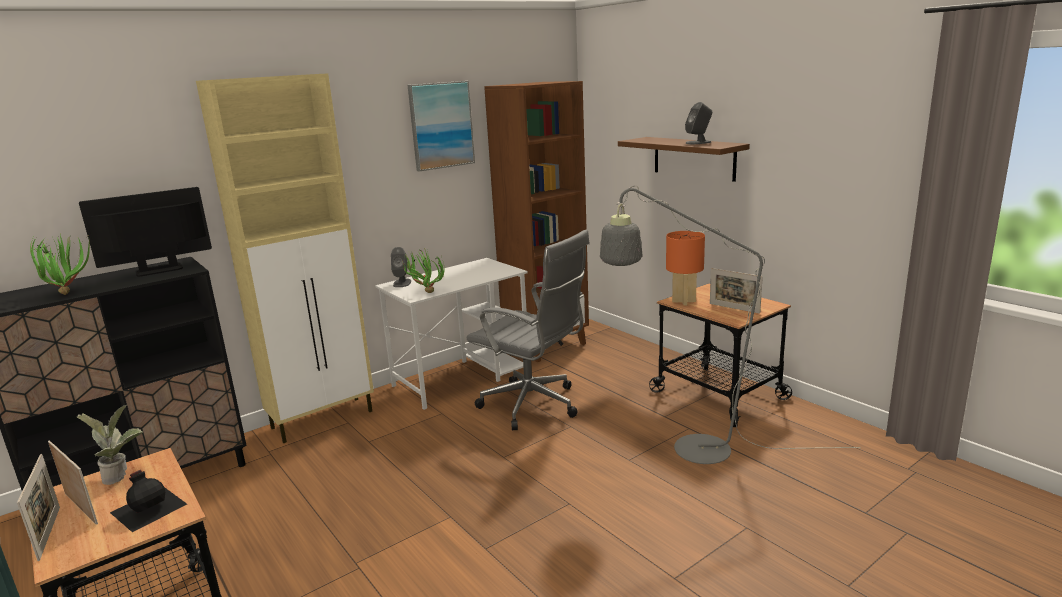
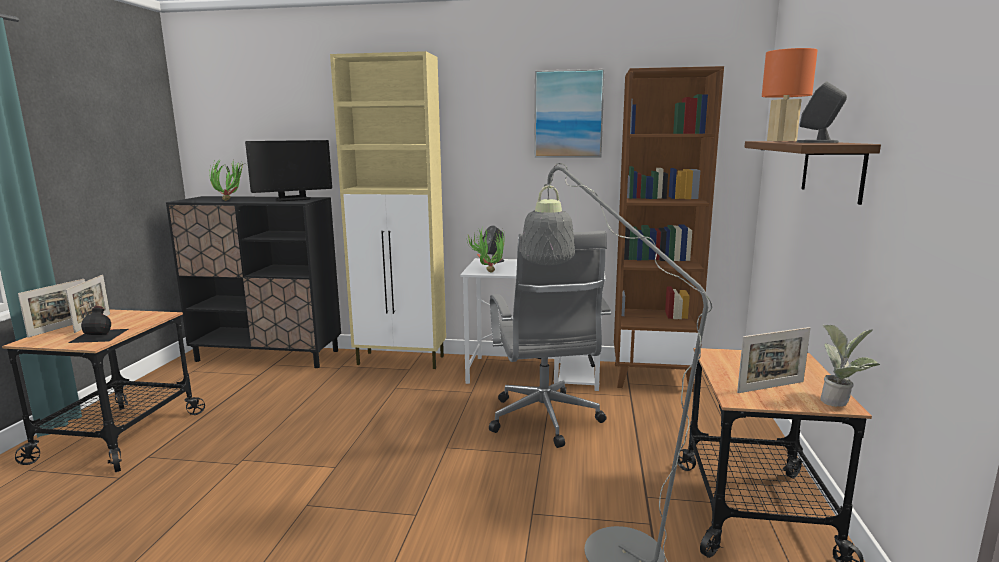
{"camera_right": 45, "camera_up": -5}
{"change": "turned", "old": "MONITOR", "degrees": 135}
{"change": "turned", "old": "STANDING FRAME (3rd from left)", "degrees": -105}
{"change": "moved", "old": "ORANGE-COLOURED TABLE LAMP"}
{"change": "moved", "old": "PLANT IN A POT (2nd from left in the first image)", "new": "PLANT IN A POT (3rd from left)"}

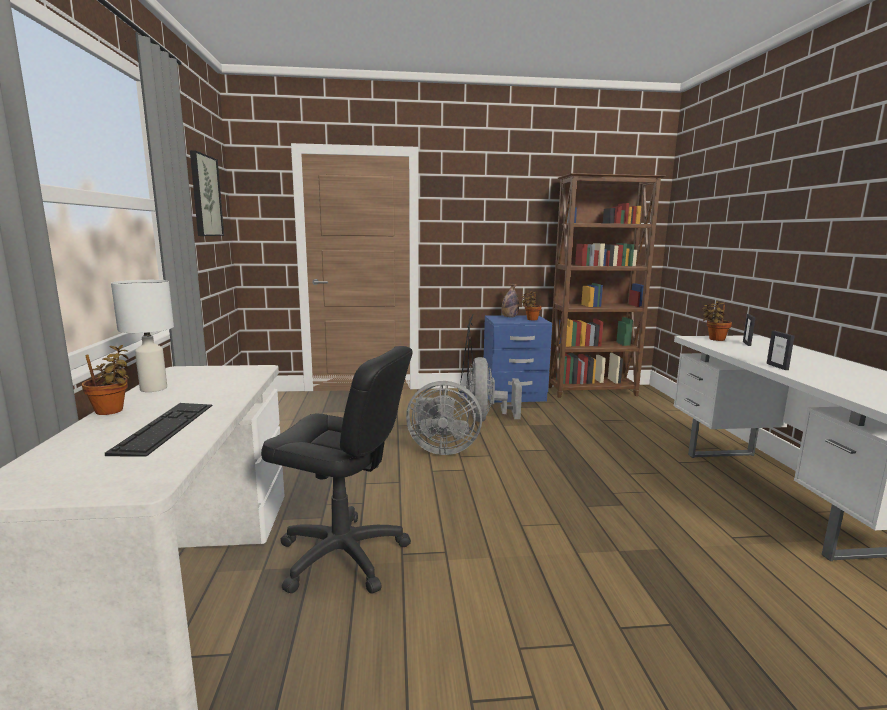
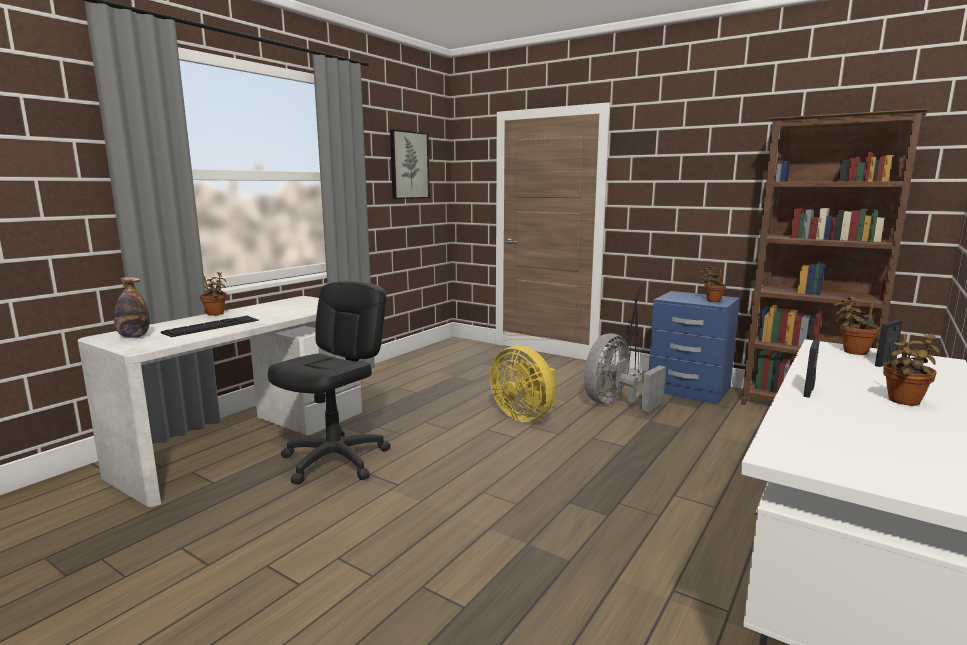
{"camera_right": 40, "camera_up": 0}
{"change": "moved", "old": "BOTTLE"}
{"change": "turned", "old": "BLACK COMPUTER CHAIR", "degrees": -120}
{"change": "recoloured", "old": "GREYISH FAN (1st from left)", "new": "YELLOW FAN"}
{"change": "added", "new": "PLANT IN A POT (4th from left)"}
{"change": "removed", "old": "WHITE TABLE LAMP"}

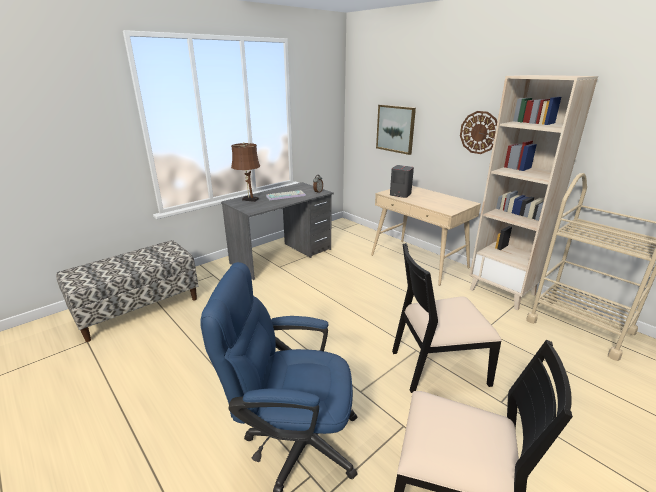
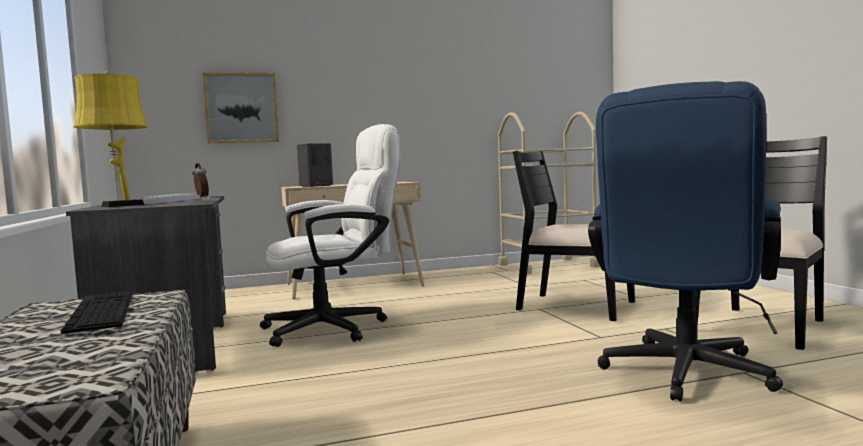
{"camera_right": -65, "camera_up": -20}
{"change": "added", "new": "COMPUTER KEYBOARD (1st from left)"}
{"change": "recoloured", "old": "BROWN TABLE LAMP", "new": "YELLOW TABLE LAMP"}
{"change": "added", "new": "WHITE COMPUTER CHAIR"}
{"change": "turned", "old": "BLACK UPRIGHT CHAIR (1st from left)", "degrees": 105}
{"change": "removed", "old": "CLOCK ON THE WALL"}
{"change": "removed", "old": "BEIGE-COLOURED BOOKSHELF"}

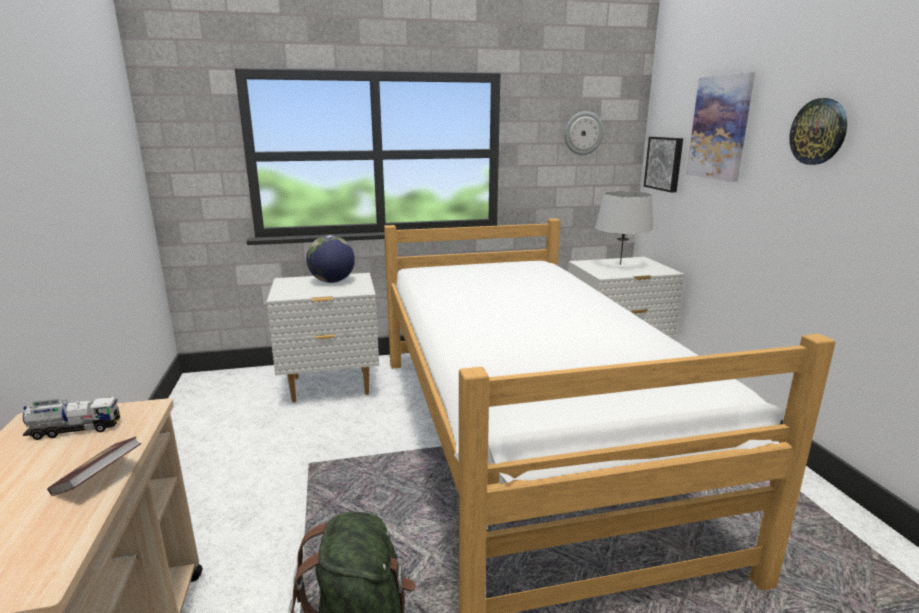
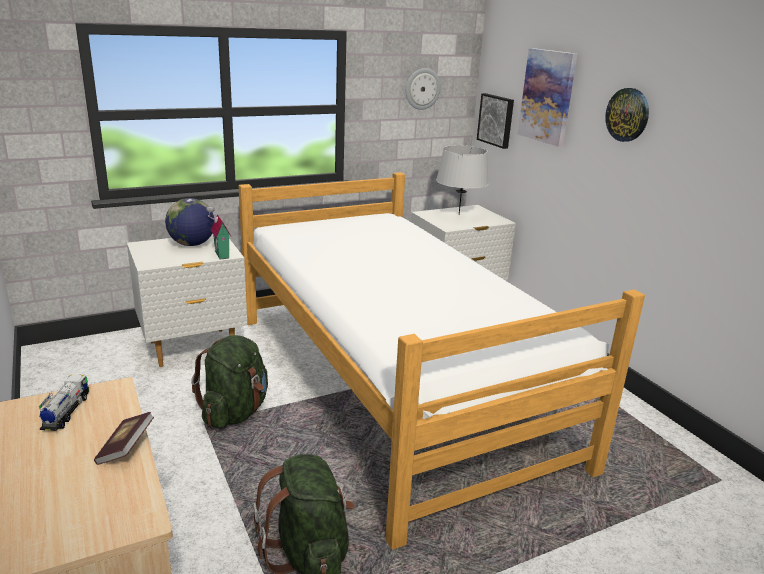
{"camera_right": -15, "camera_up": 5}
{"change": "turned", "old": "MODEL TRUCK", "degrees": -60}
{"change": "added", "new": "GREEN-COLOURED RUCKSACK (1st from left)"}
{"change": "added", "new": "MODEL HOUSE"}

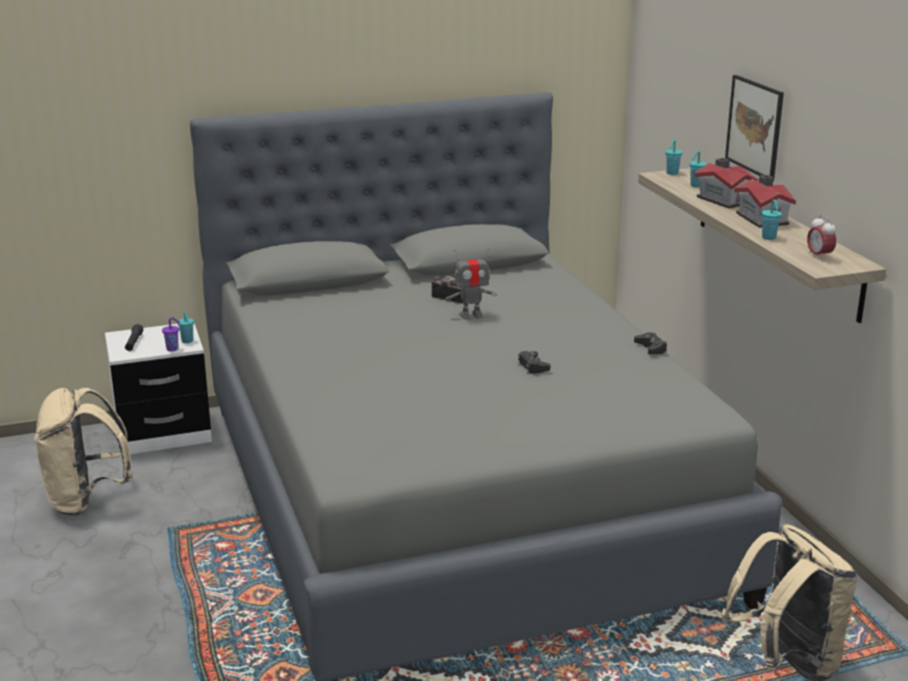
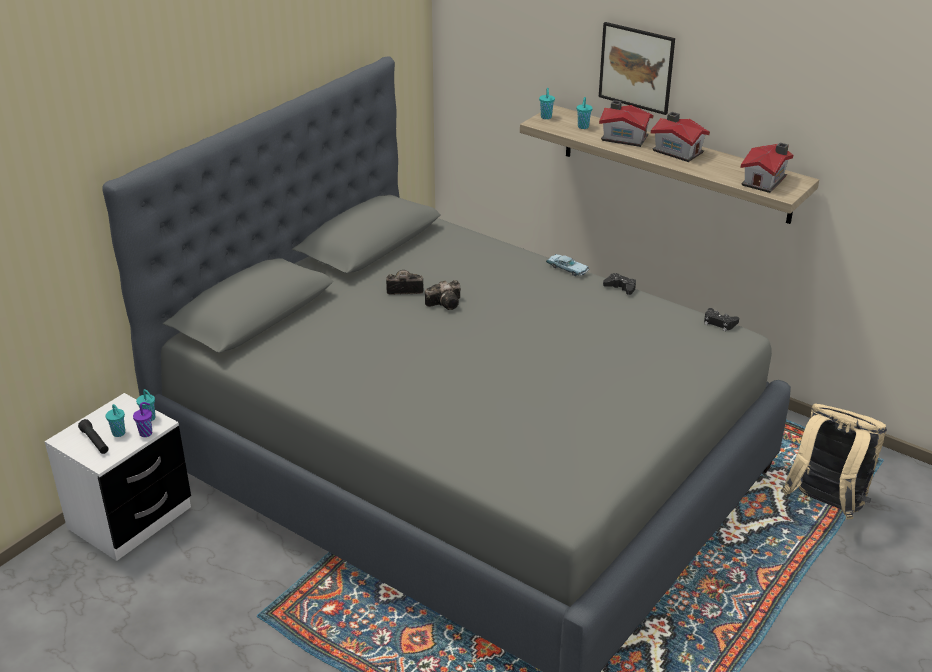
{"camera_right": -35, "camera_up": 10}
{"change": "moved", "old": "TURQUOISE-COLOURED DRINKING CUP (4th from left in the first image)", "new": "TURQUOISE-COLOURED DRINKING CUP (1st from left)"}
{"change": "replaced", "old": "ROBOT FIGURE", "new": "STILL CAMERA (2nd from left)"}
{"change": "added", "new": "BLUE MODEL CAR"}
{"change": "moved", "old": "BLACK GAME CONTROLLER (1st from left in the first image)", "new": "BLACK GAME CONTROLLER (2nd from left)"}
{"change": "replaced", "old": "TABLE CLOCK", "new": "MODEL HOUSE (3rd from left)"}
{"change": "removed", "old": "BEIGE-COLOURED RUCKSACK (1st from left)"}

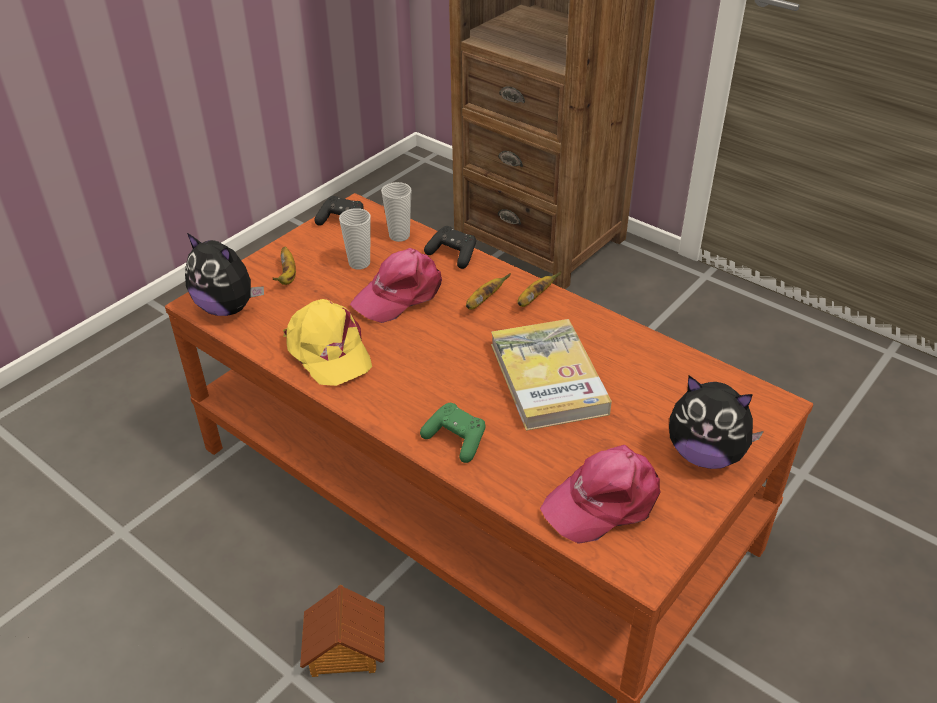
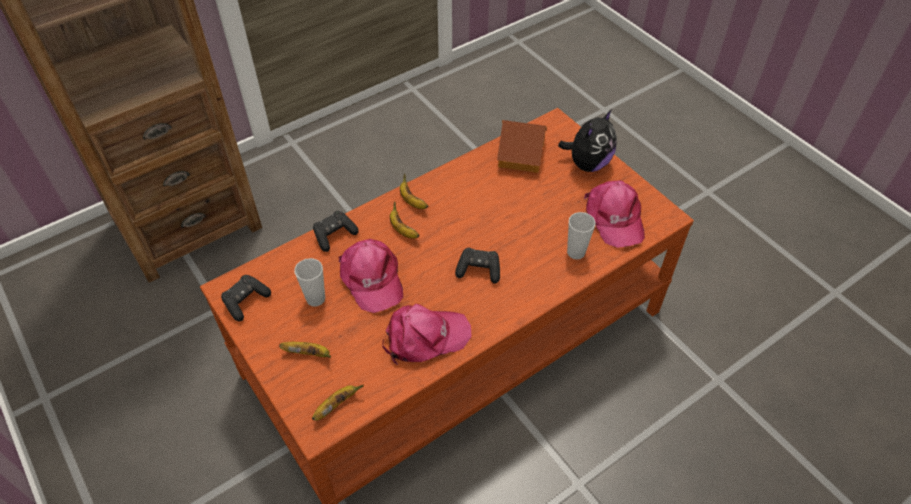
{"camera_right": -75, "camera_up": 10}
{"change": "replaced", "old": "CUDDLY TOY (1st from left)", "new": "BANANA FRUIT (2nd from left)"}
{"change": "recoloured", "old": "YELLOW BASEBALL CAP", "new": "PINKISH BASEBALL CAP (2nd from left)"}
{"change": "added", "new": "BLACK GAME CONTROLLER (3rd from left)"}
{"change": "moved", "old": "MODEL HOUSE"}
{"change": "moved", "old": "DRINKING CUP (2nd from left)"}
{"change": "removed", "old": "GREEN-COLOURED GAME CONTROLLER"}
{"change": "removed", "old": "VOLUME"}

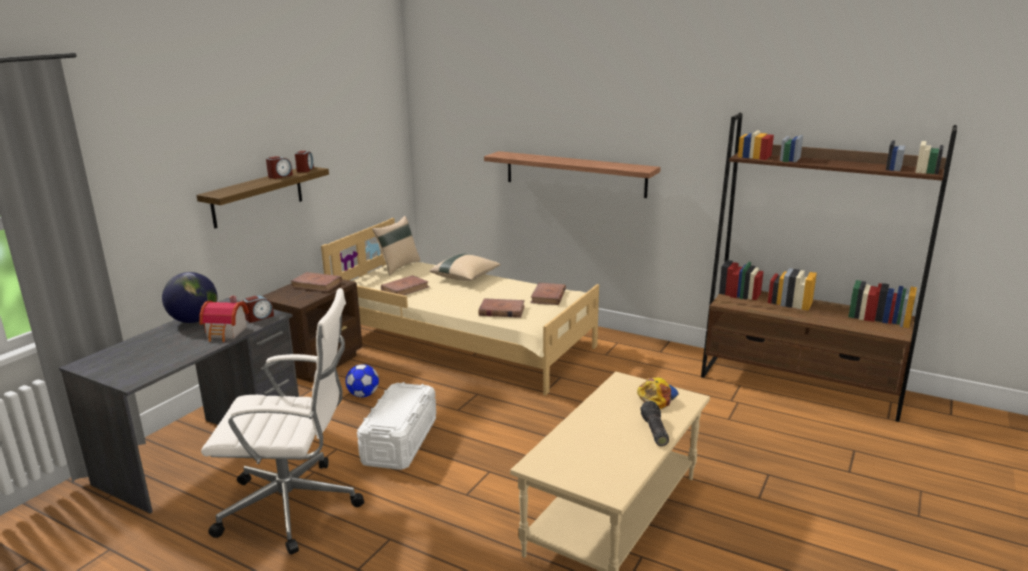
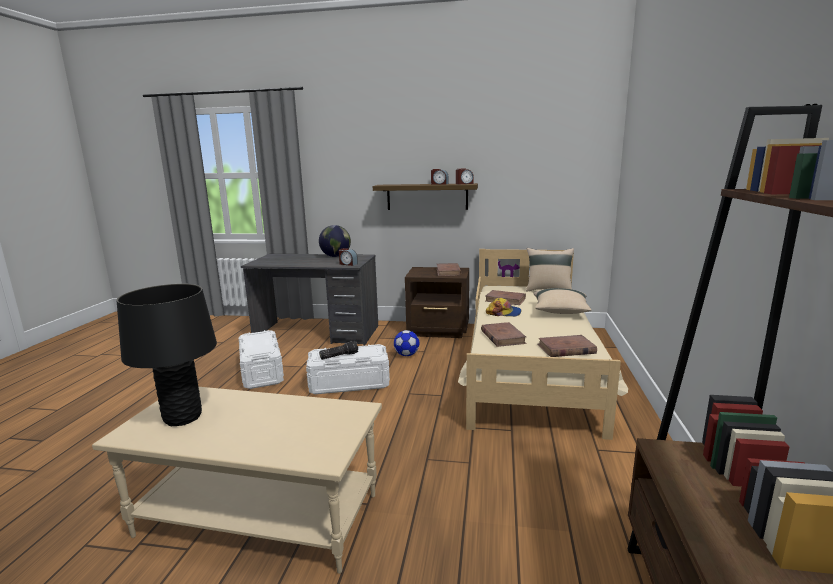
{"camera_right": 70, "camera_up": -5}
{"change": "added", "new": "BLACK TABLE LAMP"}
{"change": "replaced", "old": "WHITE COMPUTER CHAIR", "new": "WHITE STORAGE BIN (1st from left)"}
{"change": "moved", "old": "FLASHLIGHT"}
{"change": "moved", "old": "BASEBALL CAP"}
{"change": "removed", "old": "MODEL HOUSE"}
{"change": "removed", "old": "WALL SHELF (2nd from left)"}

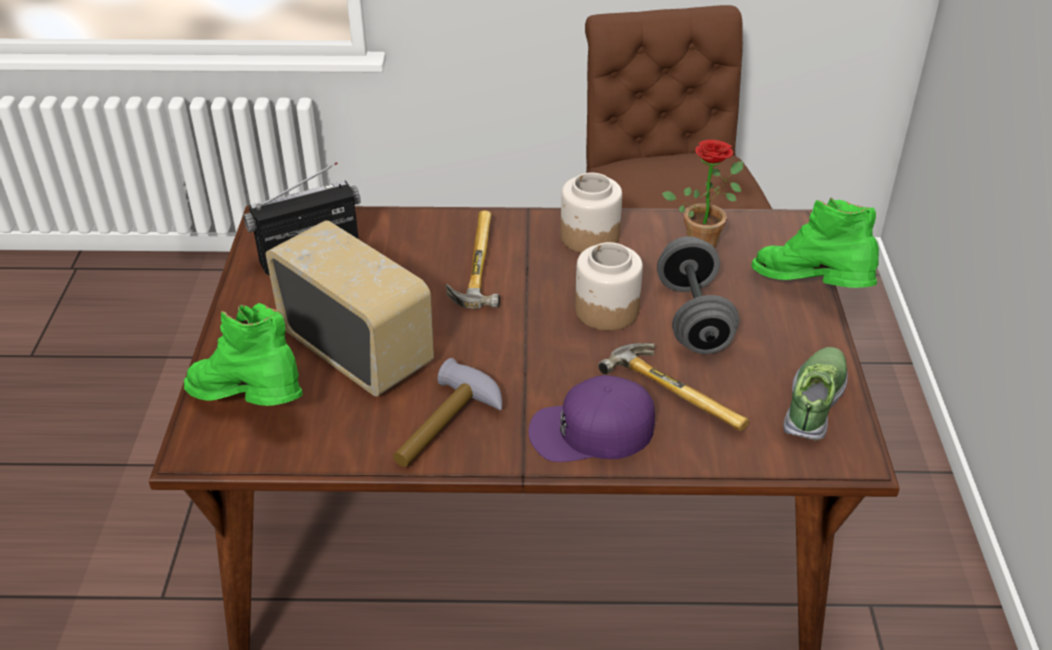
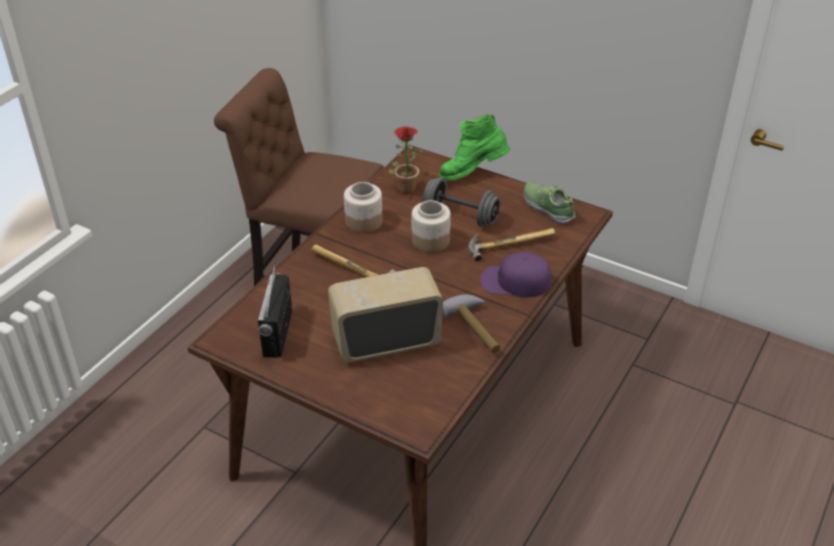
{"camera_right": -60, "camera_up": 0}
{"change": "turned", "old": "PURPLE-COLOURED BASEBALL CAP", "degrees": 75}
{"change": "removed", "old": "GREEN-COLOURED HIGH-TOP BOOT (1st from left)"}

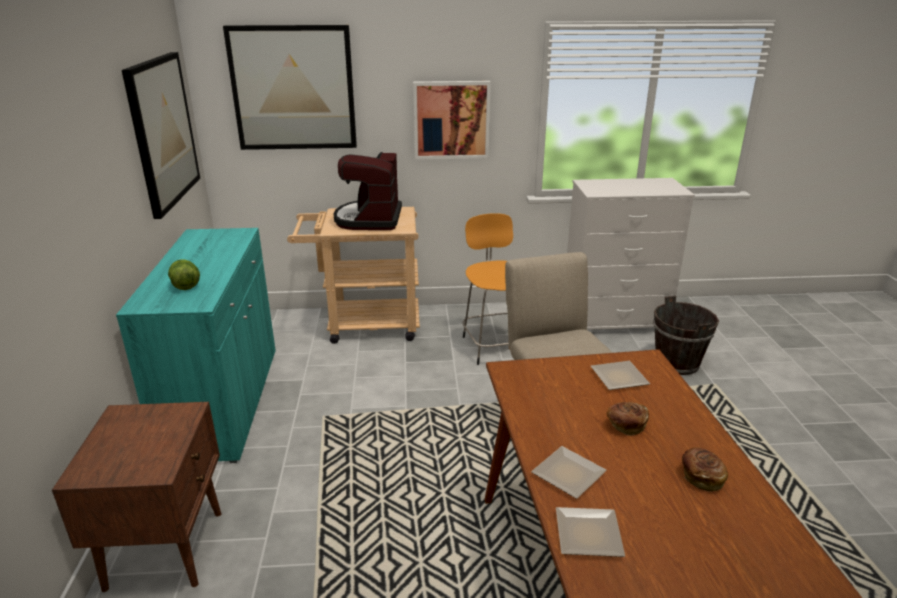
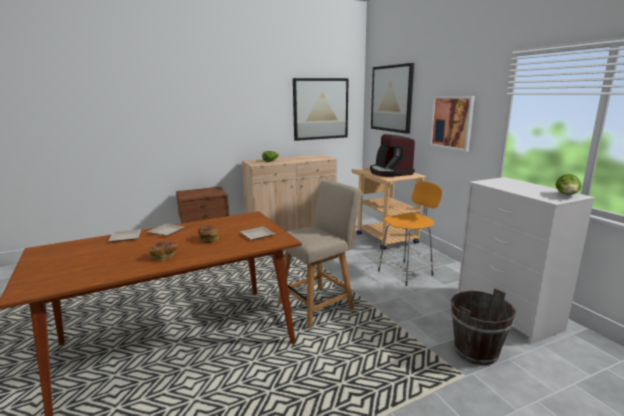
{"camera_right": 70, "camera_up": -10}
{"change": "recoloured", "old": "TURQUOISE-COLOURED CUPBOARD", "new": "BEIGE-COLOURED CUPBOARD"}
{"change": "turned", "old": "COFFEE MAKER", "degrees": -90}
{"change": "added", "new": "HEAD OF LETTUCE (2nd from left)"}

